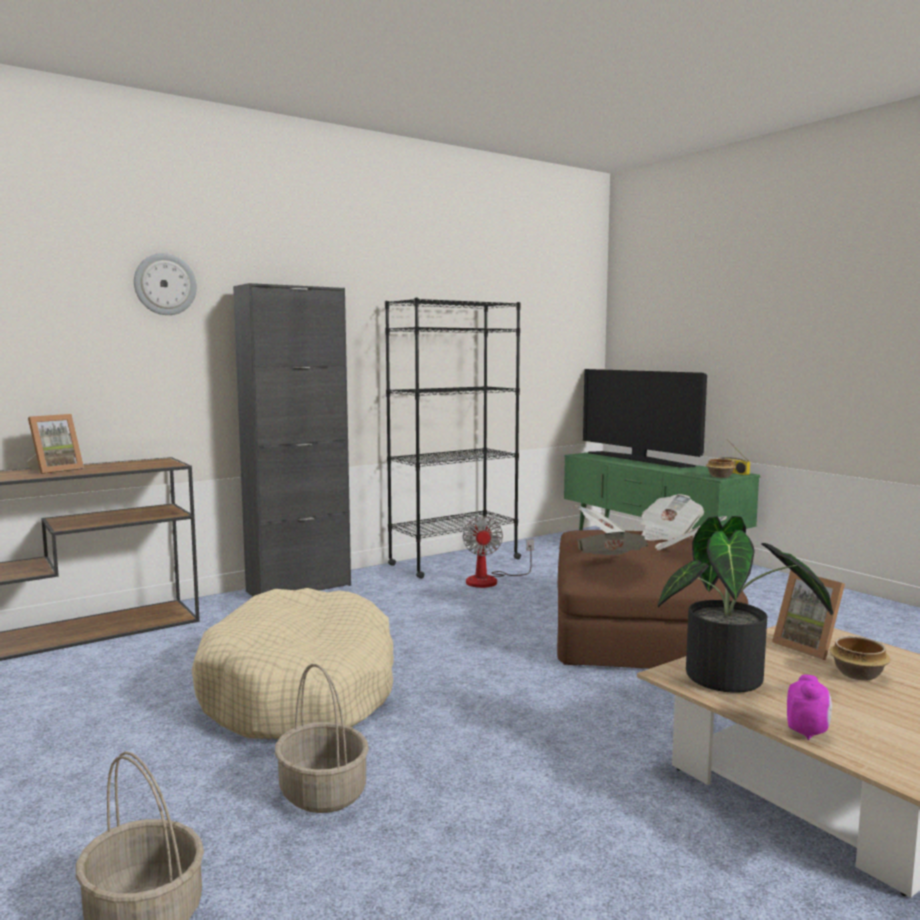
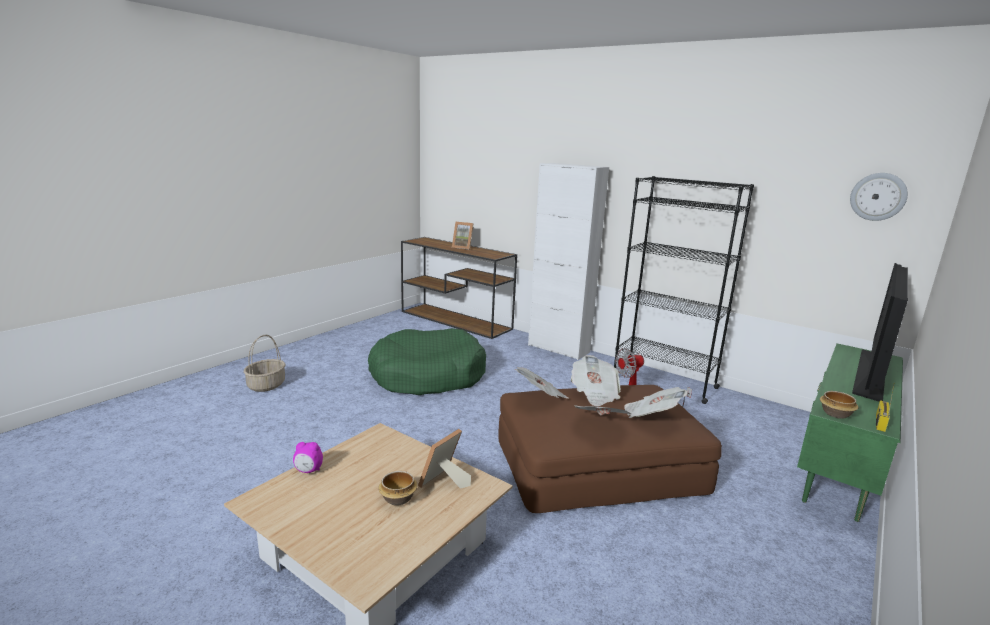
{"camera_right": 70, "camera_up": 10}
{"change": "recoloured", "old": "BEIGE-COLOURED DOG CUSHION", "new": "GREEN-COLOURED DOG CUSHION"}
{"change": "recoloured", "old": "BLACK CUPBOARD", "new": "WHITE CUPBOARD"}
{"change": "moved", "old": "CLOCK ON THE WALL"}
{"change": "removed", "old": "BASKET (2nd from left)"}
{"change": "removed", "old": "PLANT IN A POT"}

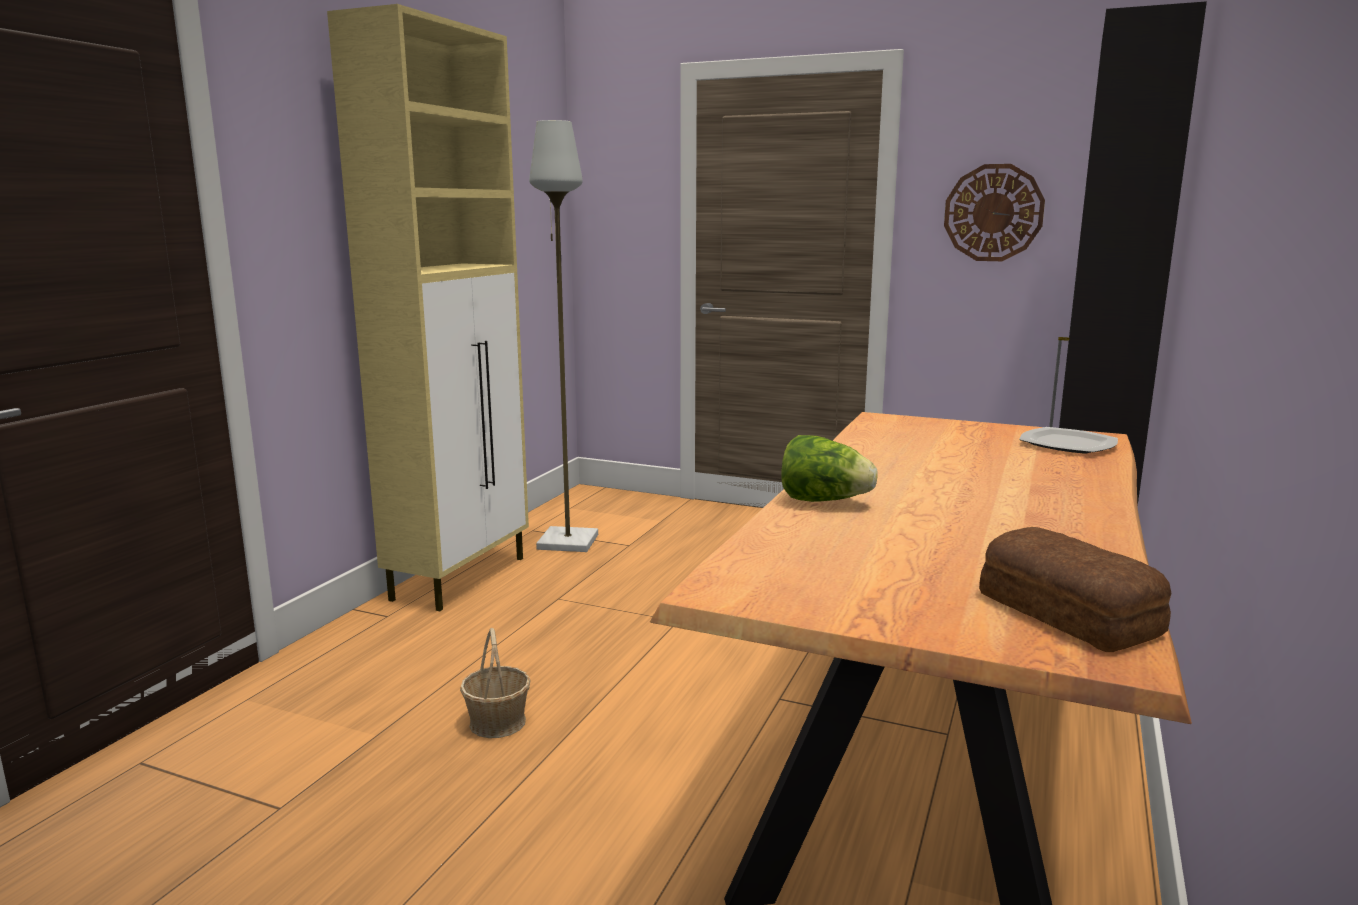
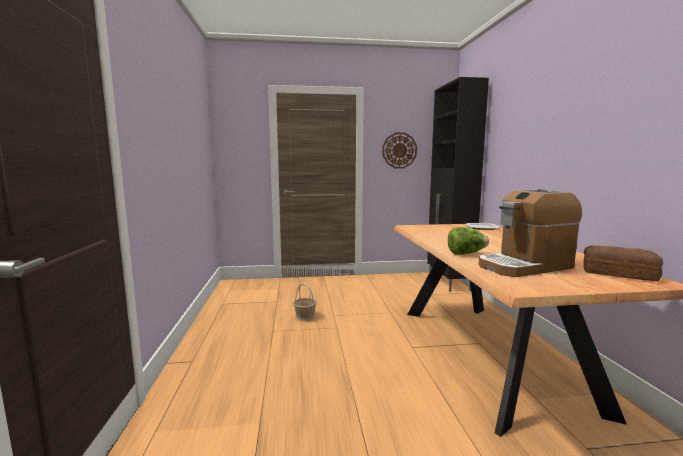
{"camera_right": -30, "camera_up": -5}
{"change": "moved", "old": "BASKET"}
{"change": "added", "new": "COFFEE MAKER"}
{"change": "removed", "old": "BEIGE-COLOURED CUPBOARD"}
{"change": "removed", "old": "GREYISH FLOOR LAMP"}

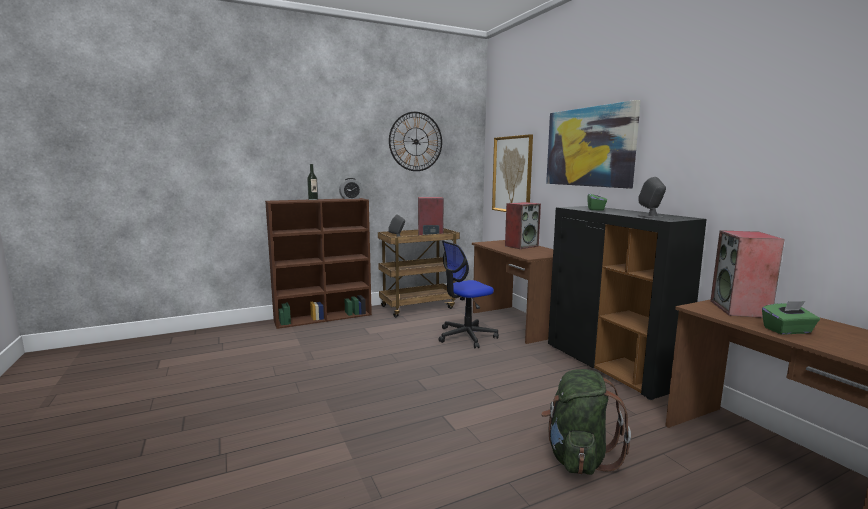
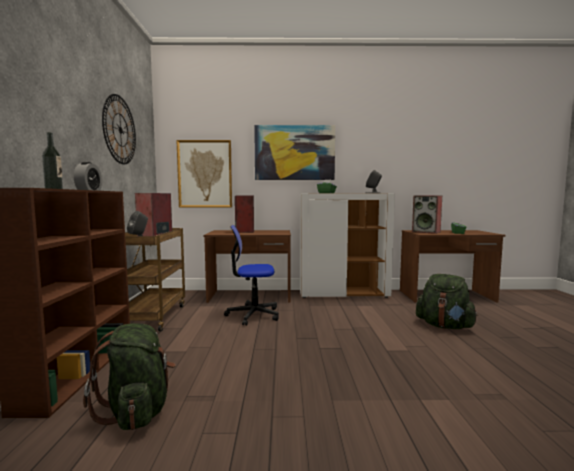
{"camera_right": -65, "camera_up": -5}
{"change": "added", "new": "GREEN-COLOURED RUCKSACK (1st from left)"}
{"change": "turned", "old": "COMPUTER CHAIR", "degrees": 90}
{"change": "recoloured", "old": "BLACK CUPBOARD", "new": "WHITE CUPBOARD"}

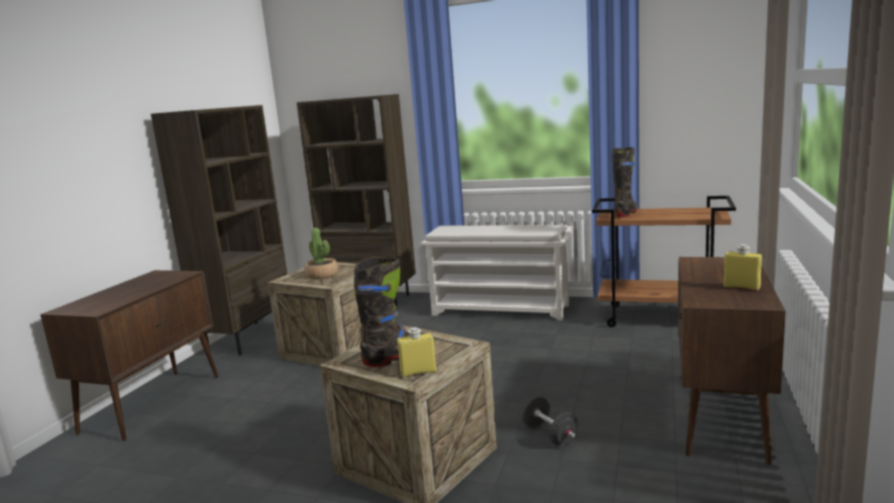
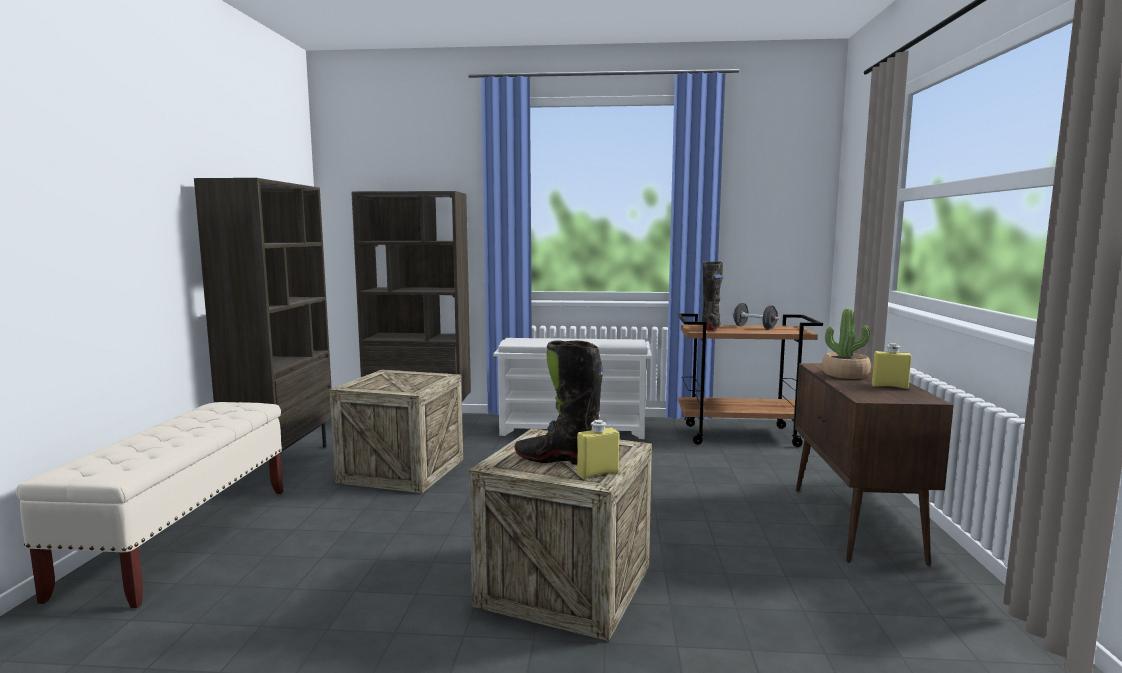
{"camera_right": -15, "camera_up": -5}
{"change": "replaced", "old": "BROWN CUPBOARD (1st from left)", "new": "BEIGE-COLOURED BENCH"}
{"change": "turned", "old": "BLACK HIGH-TOP BOOT (1st from left)", "degrees": -120}
{"change": "moved", "old": "BLACK HAND WEIGHT"}
{"change": "moved", "old": "PLANT IN A POT"}

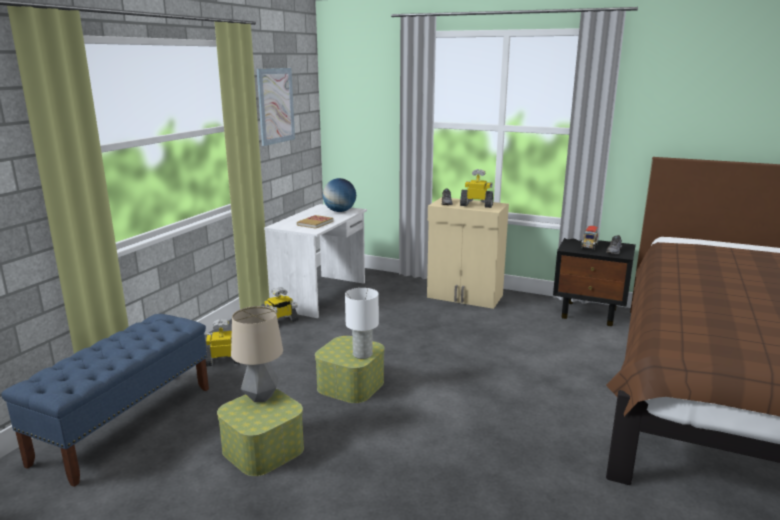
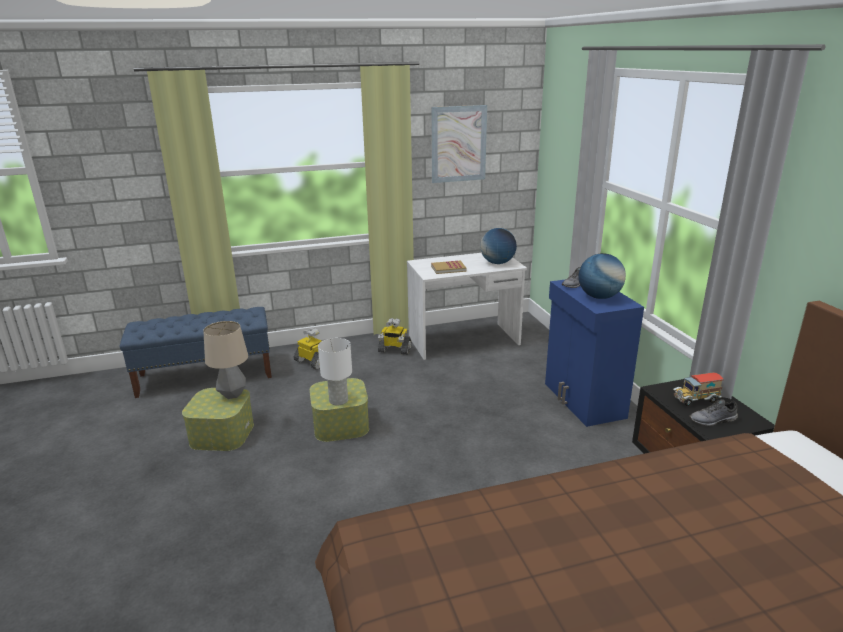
{"camera_right": 50, "camera_up": 5}
{"change": "recoloured", "old": "BEIGE-COLOURED CUPBOARD", "new": "BLUE CUPBOARD"}
{"change": "replaced", "old": "ROBOT FIGURE (3rd from left)", "new": "DESK GLOBE (2nd from left)"}

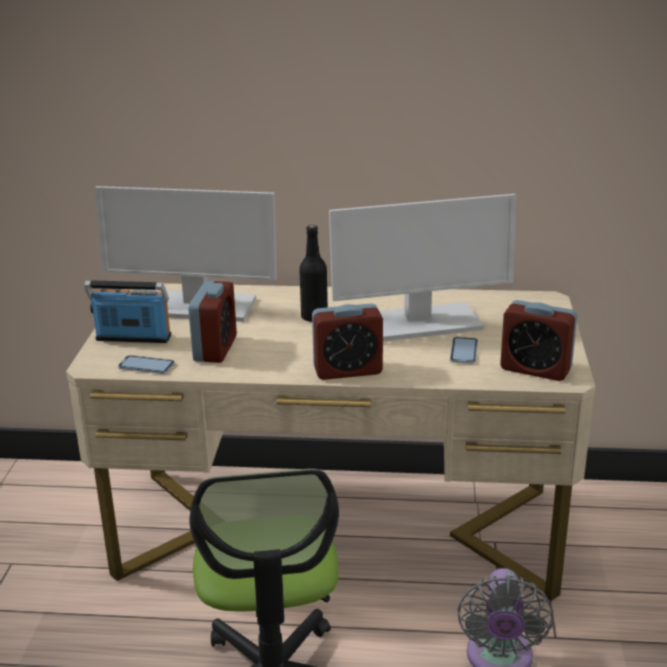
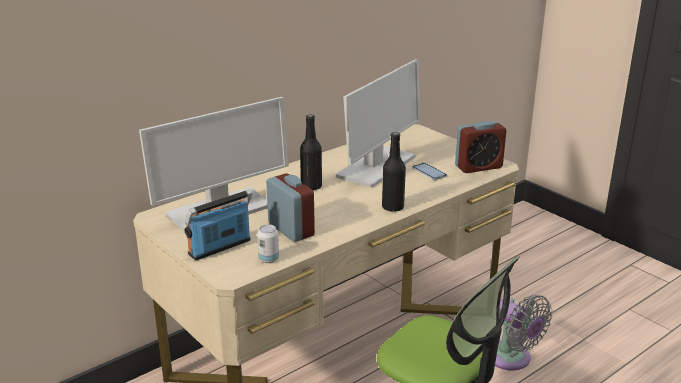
{"camera_right": -45, "camera_up": 0}
{"change": "replaced", "old": "TELEPHONE (1st from left)", "new": "METAL CAN"}
{"change": "replaced", "old": "TABLE CLOCK (2nd from left)", "new": "BLACK BOTTLE (2nd from left)"}

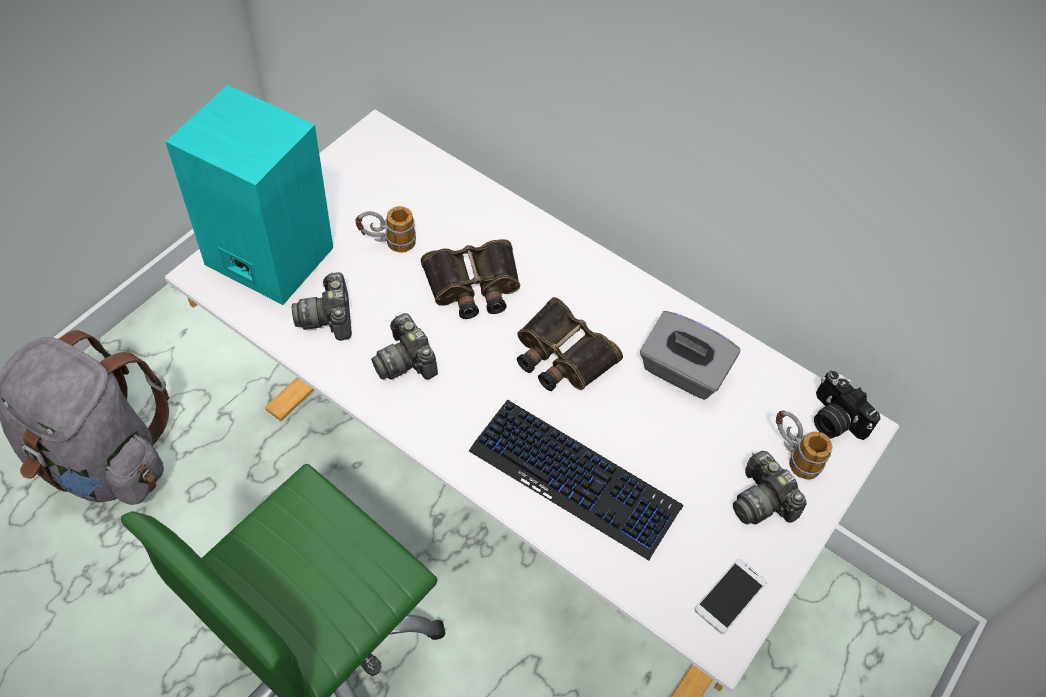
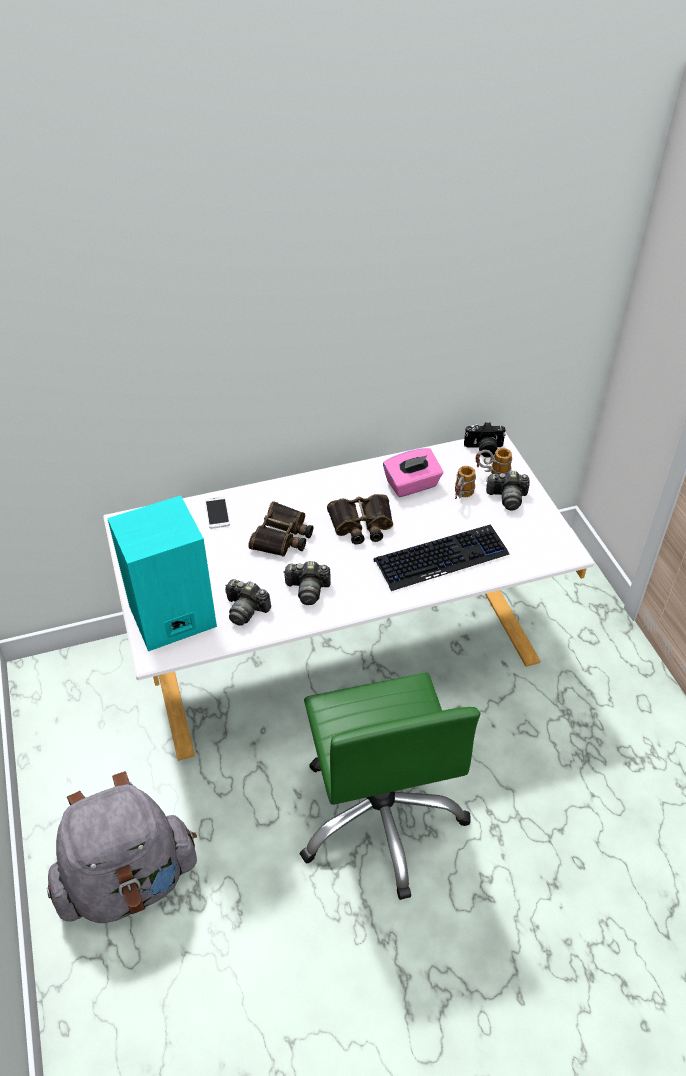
{"camera_right": -50, "camera_up": -10}
{"change": "moved", "old": "TELEPHONE"}
{"change": "recoloured", "old": "GREYISH BOX OF TISSUES", "new": "PINKISH BOX OF TISSUES"}
{"change": "moved", "old": "MUG (1st from left)"}

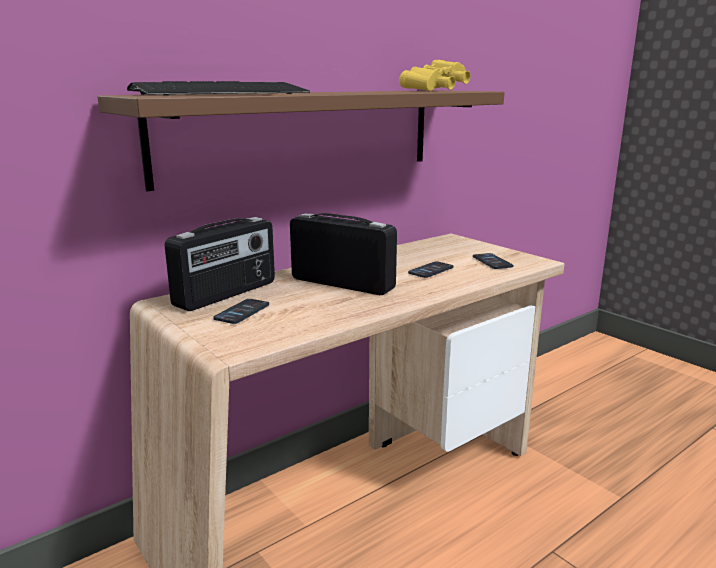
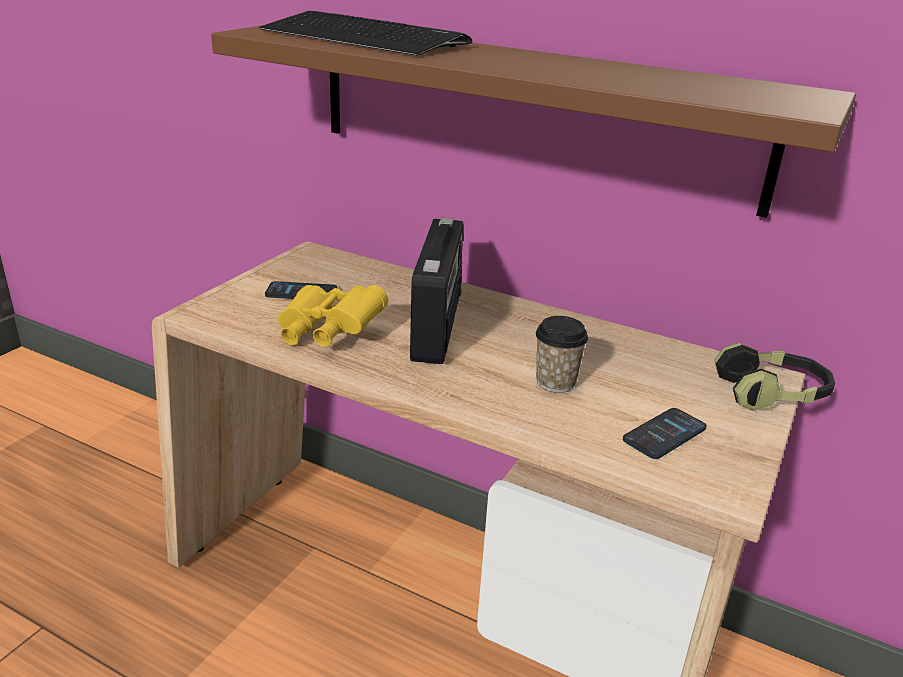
{"camera_right": 65, "camera_up": 10}
{"change": "moved", "old": "YELLOW BINOCULARS"}
{"change": "replaced", "old": "TELEPHONE (2nd from left)", "new": "DRINKING CUP"}
{"change": "added", "new": "HEADSET"}
{"change": "removed", "old": "RADIO RECEIVER (1st from left)"}

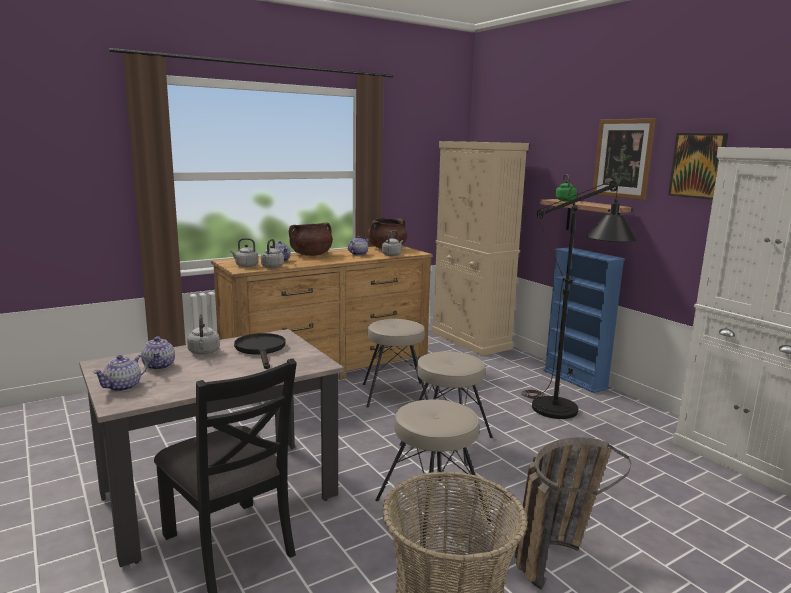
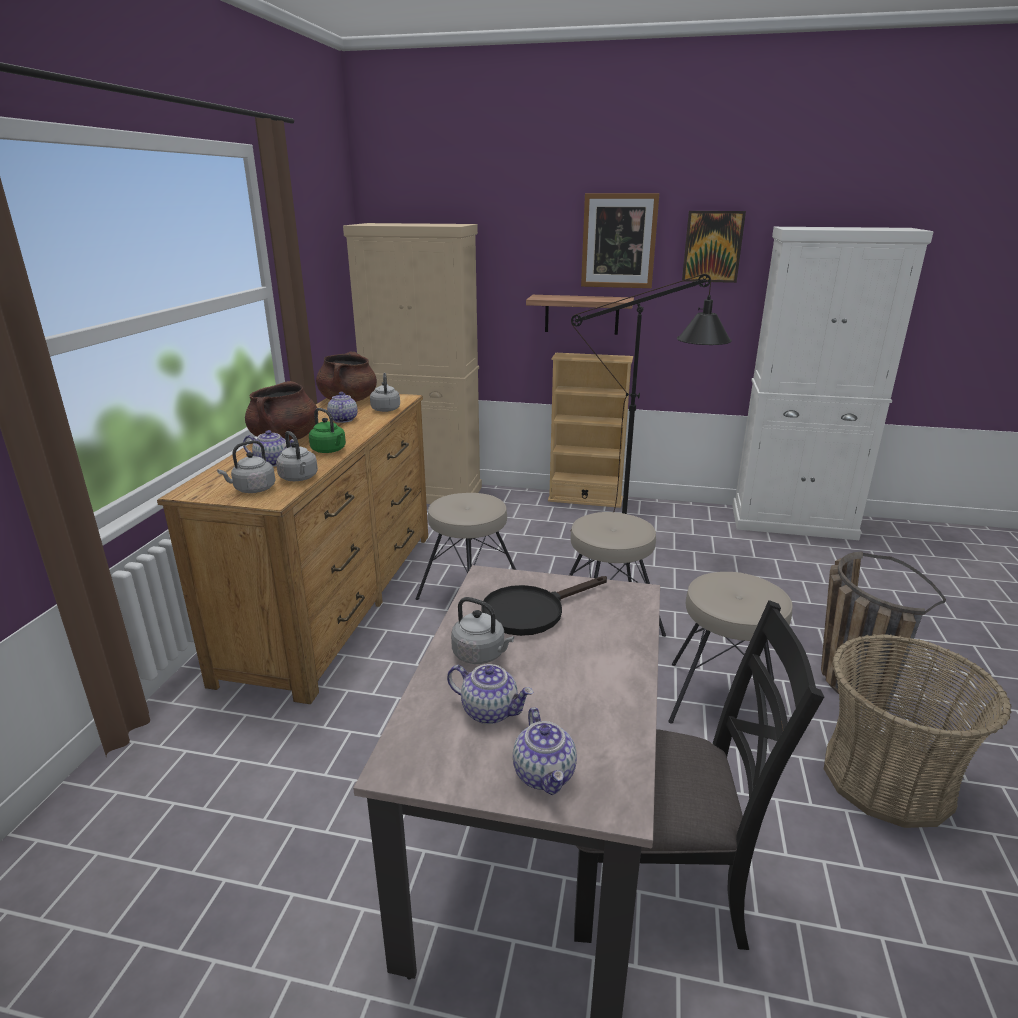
{"camera_right": -45, "camera_up": 10}
{"change": "moved", "old": "GREEN-COLOURED KETTLE"}
{"change": "turned", "old": "BLACK SKILLET", "degrees": -60}
{"change": "recoloured", "old": "BLUE BOOKSHELF", "new": "BEIGE-COLOURED BOOKSHELF"}

